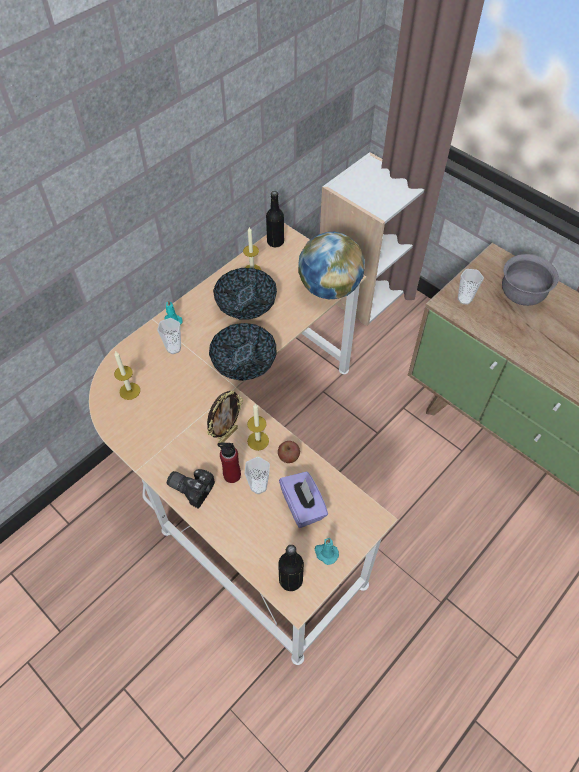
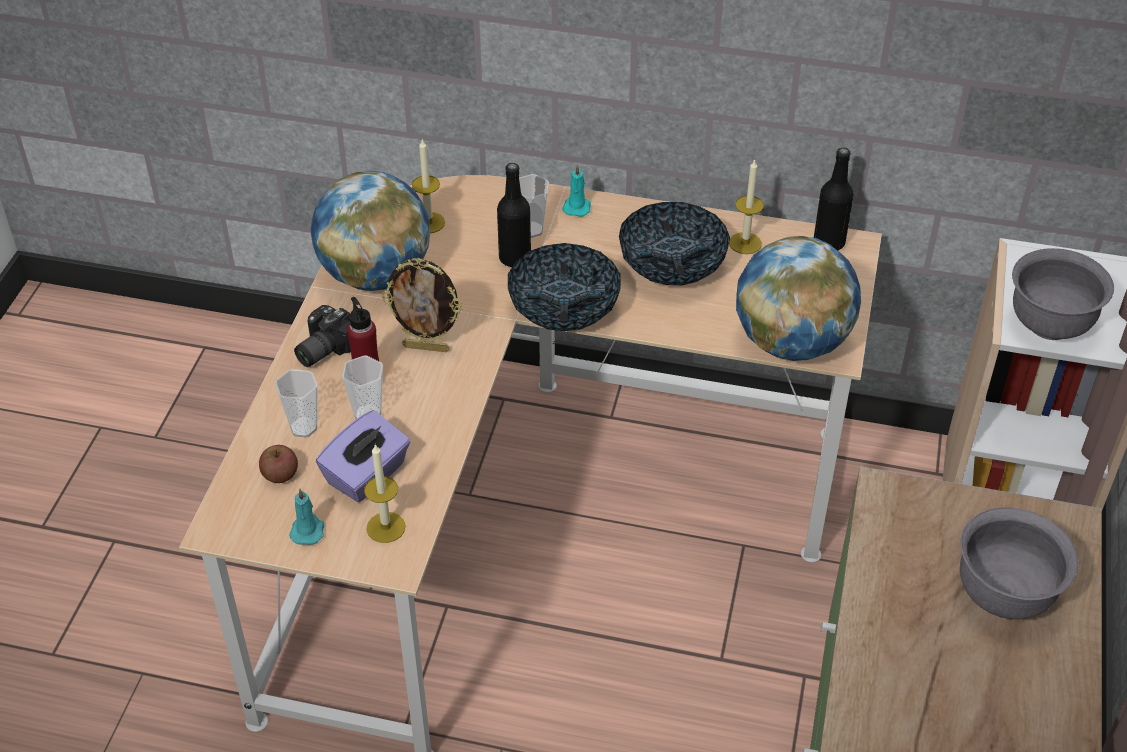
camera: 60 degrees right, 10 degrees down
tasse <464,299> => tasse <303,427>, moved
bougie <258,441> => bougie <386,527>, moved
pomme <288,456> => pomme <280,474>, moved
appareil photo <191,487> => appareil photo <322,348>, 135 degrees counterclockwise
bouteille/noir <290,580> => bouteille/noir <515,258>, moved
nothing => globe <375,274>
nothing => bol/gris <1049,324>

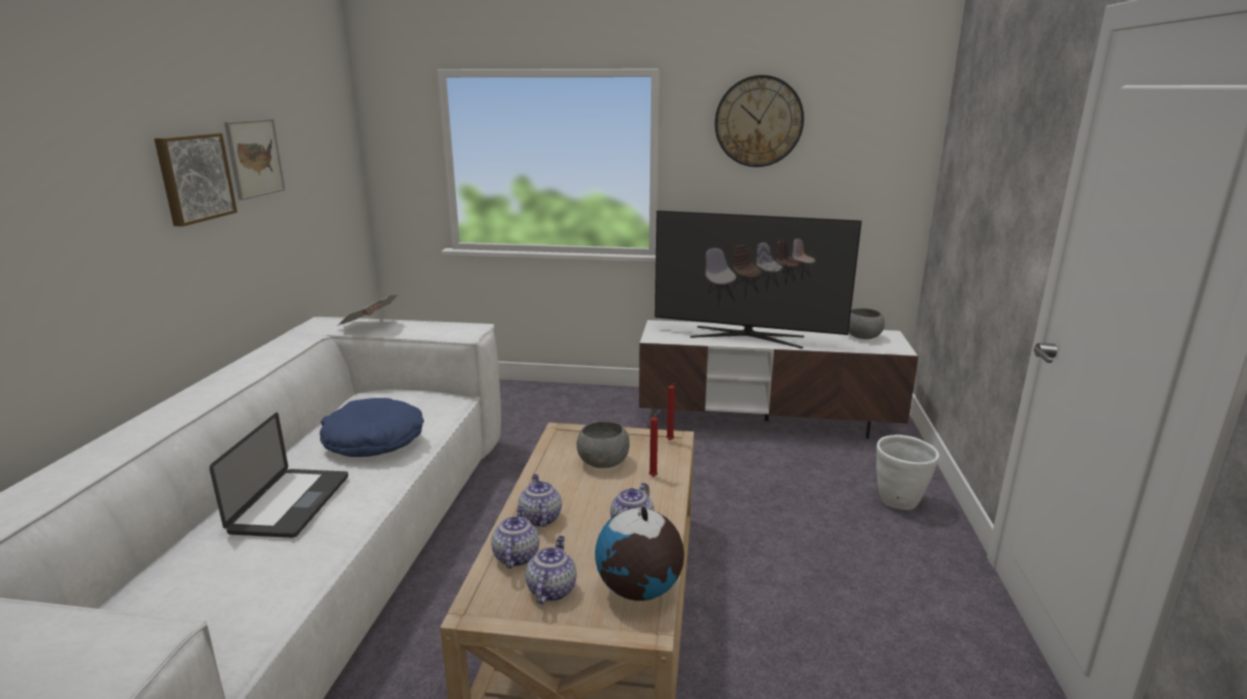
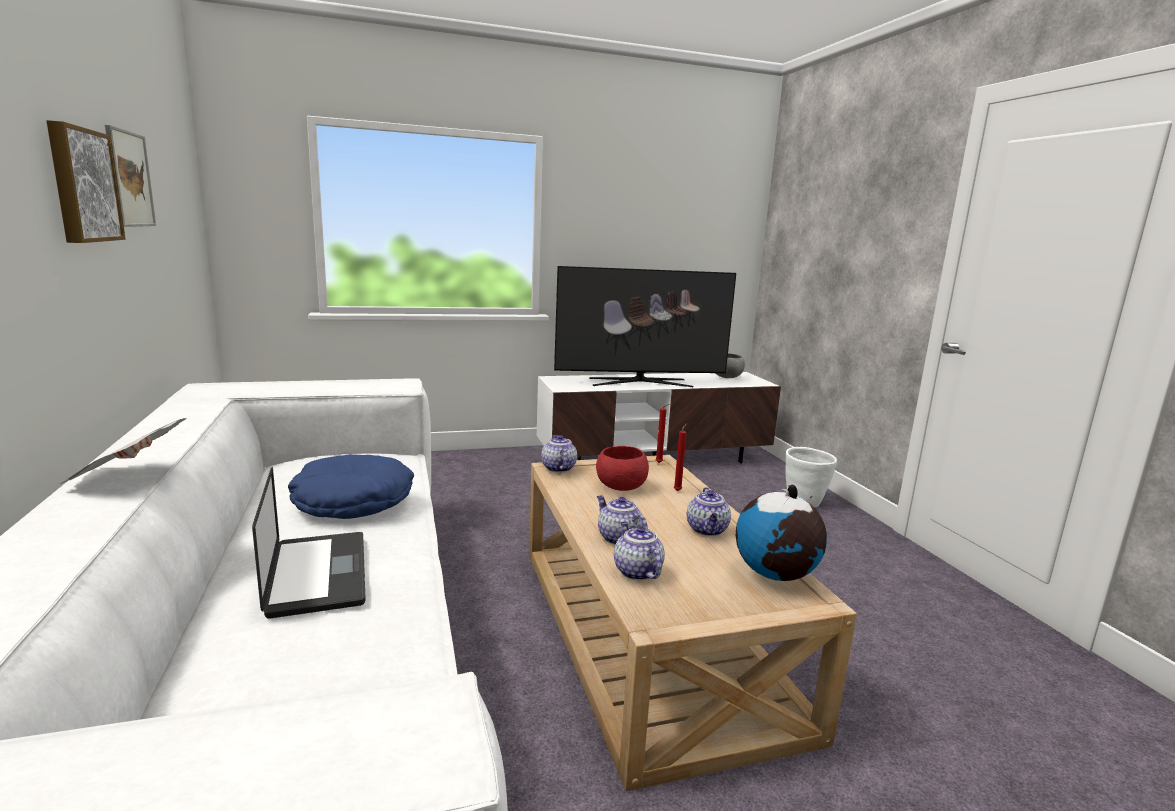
camera: 25 degrees left, 5 degrees down
horloge murale <758,121> => nothing
journal <369,326> => journal <129,477>, moved
bol/gris <603,462> => bol/rouge <621,486>
théière <551,589> => théière <558,468>, moved

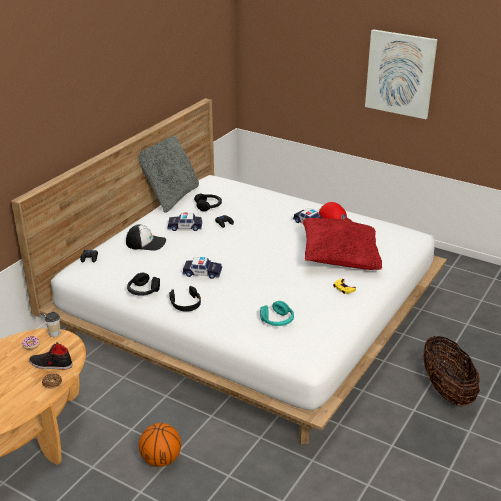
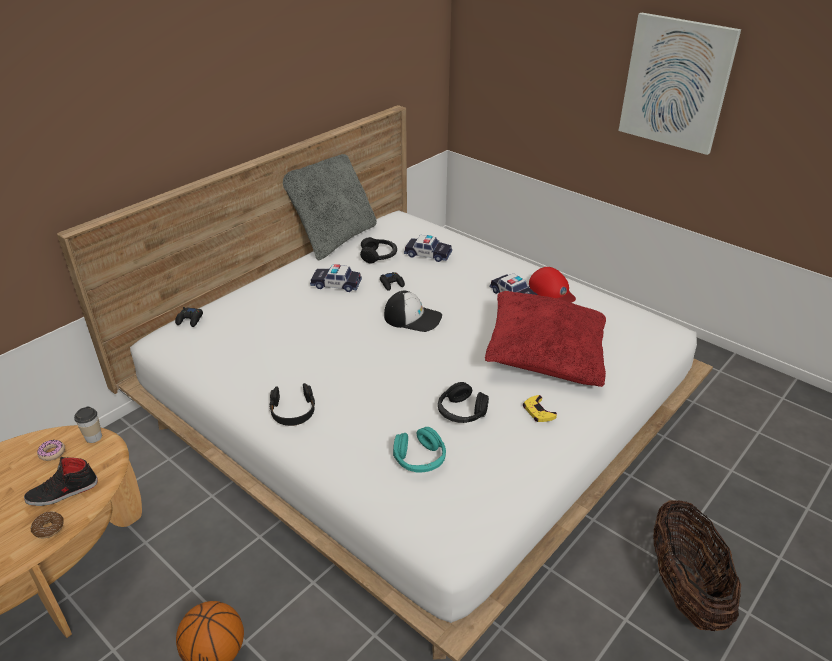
camera: 10 degrees right, 5 degrees up
casquette <146,242> => casquette <413,318>, moved
petite voiture <202,273> => petite voiture <428,254>, moved
casque audio/noir <143,291> => casque audio/noir <461,412>, moved
chaussure/noir <50,364> => chaussure/noir <62,492>, 45 degrees counterclockwise

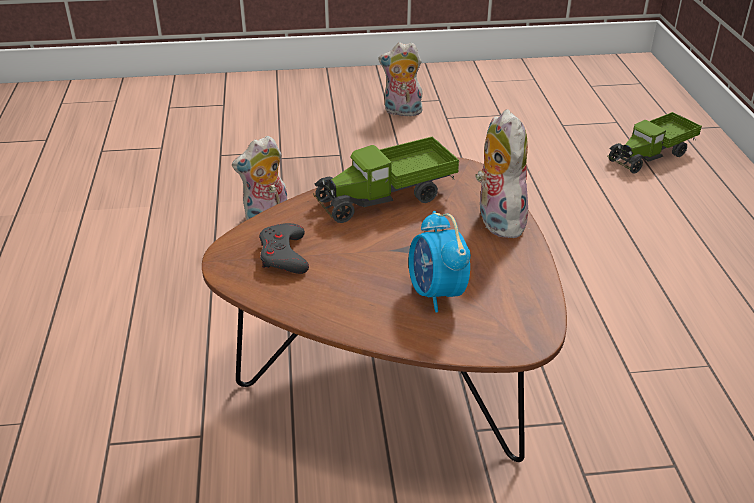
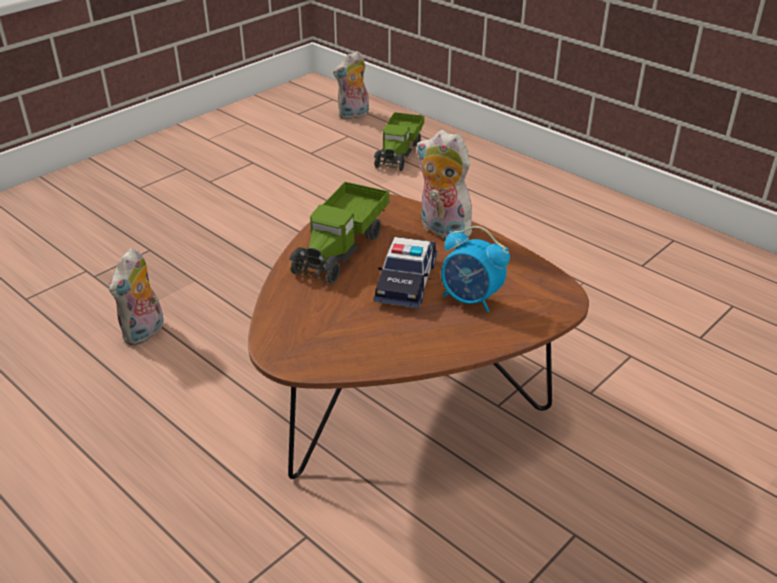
camera: 40 degrees left, 0 degrees up
peluche <401,112> => peluche <353,115>, moved
manette/gris <284,255> => nothing
nothing => petite voiture <406,281>

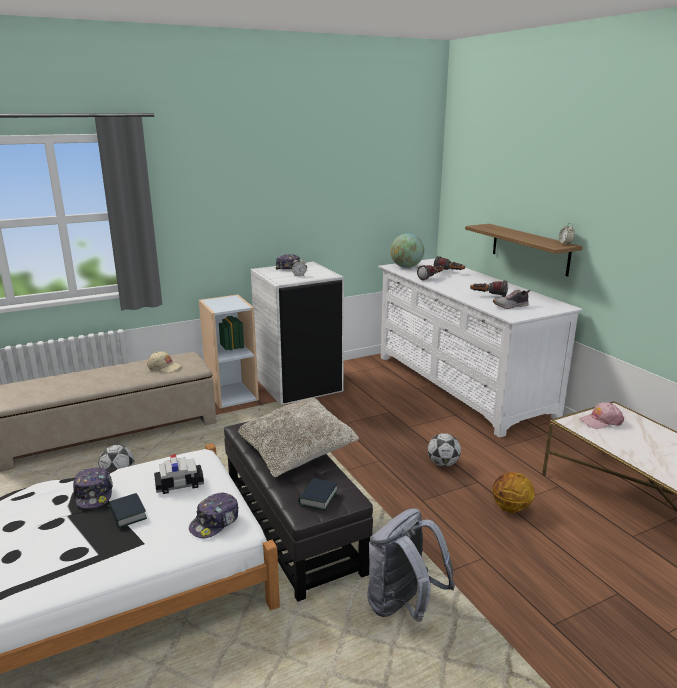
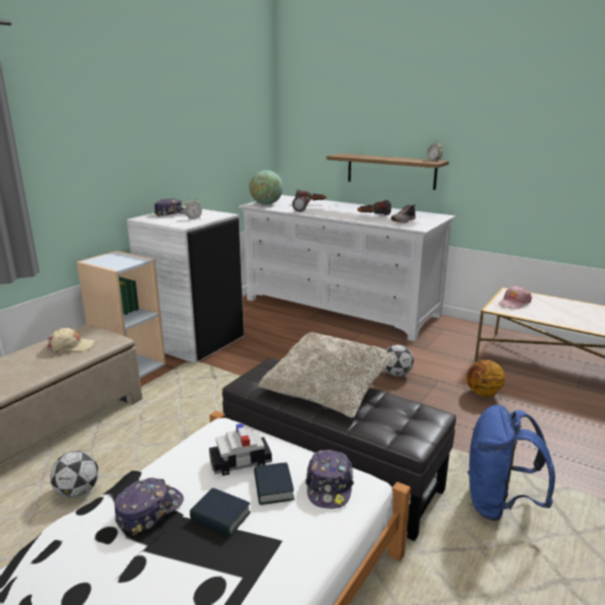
camera: 30 degrees left, 0 degrees up
petite voiture <180,484> => petite voiture <240,462>, 150 degrees counterclockwise
casquette <94,494> => casquette <149,510>, 90 degrees counterclockwise
livre <318,498> => livre <273,488>, moved
sac à dos/gris <403,606> => sac à dos/bleu <499,504>

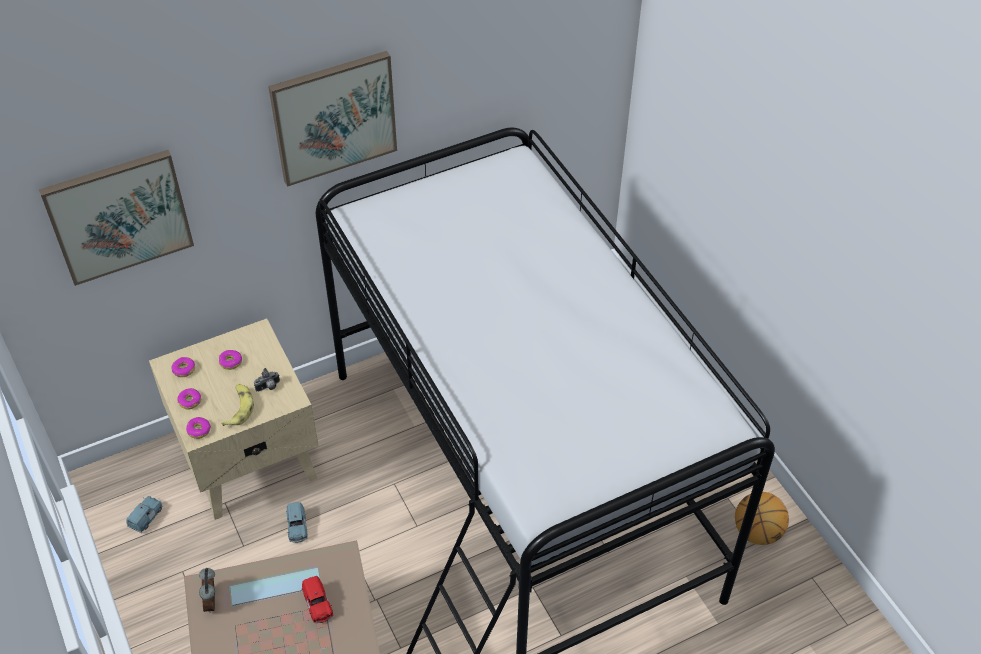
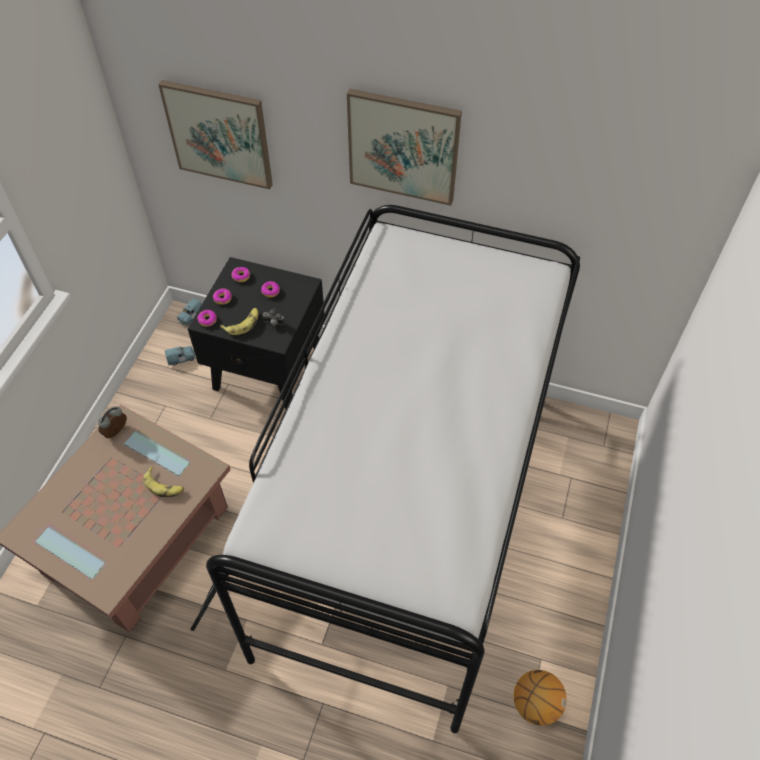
camera: 45 degrees right, 5 degrees up
table de chevet/beige <250,458> => table de chevet/noir <269,368>
petite voiture/bleu <297,527> => petite voiture/bleu <190,316>, moved
petite voiture/rouge <318,605> => banane <164,486>

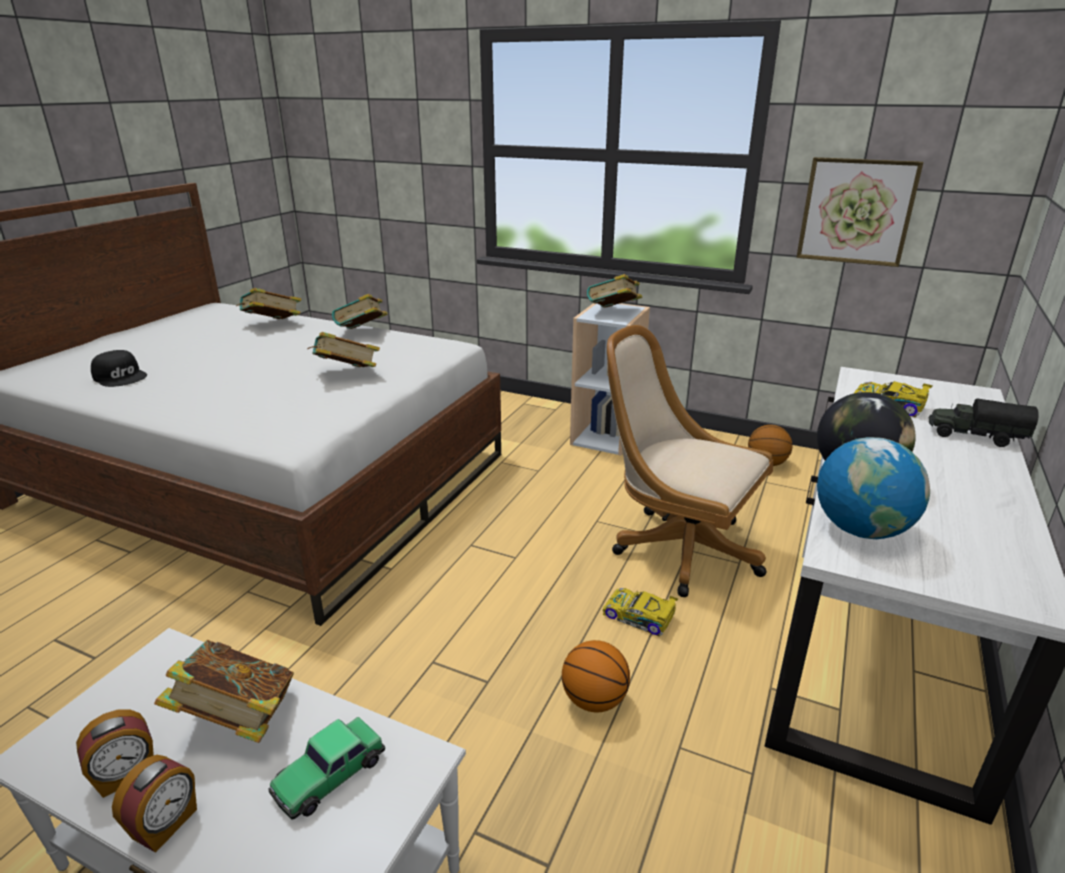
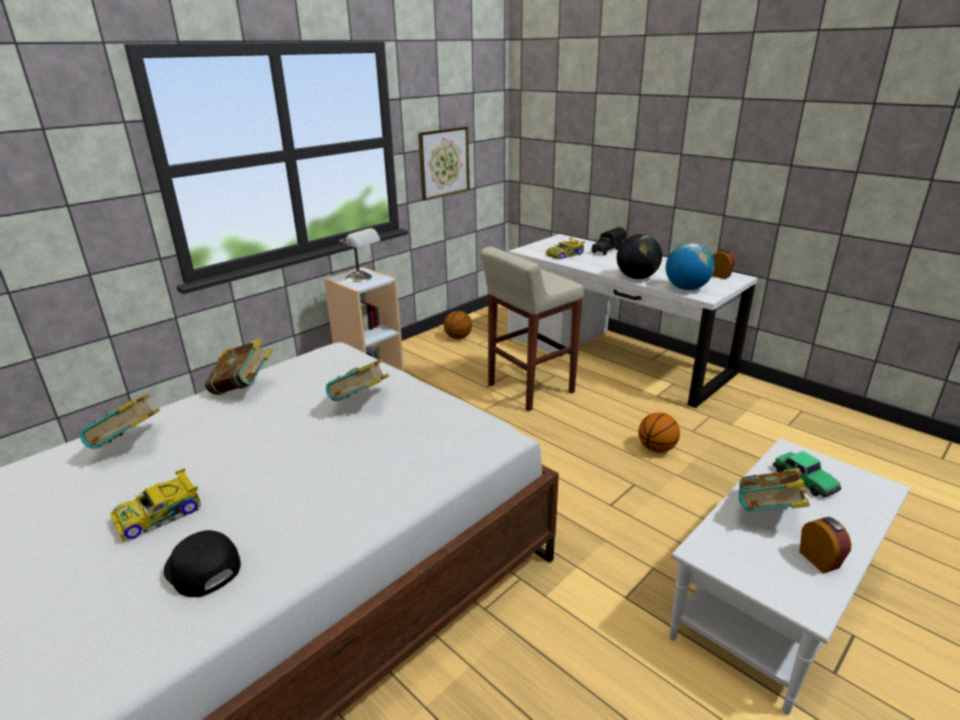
camera: 70 degrees left, 0 degrees up
livre <613,313> => lampe de table/blanc <363,278>
chaise de bureau <677,546> => tabouret/beige <529,389>
casquette/noir <121,376> => casquette/noir <201,568>, 105 degrees counterclockwise
petite voiture <640,617> => petite voiture <160,514>, moved
réveil <166,824> => réveil <720,275>, moved

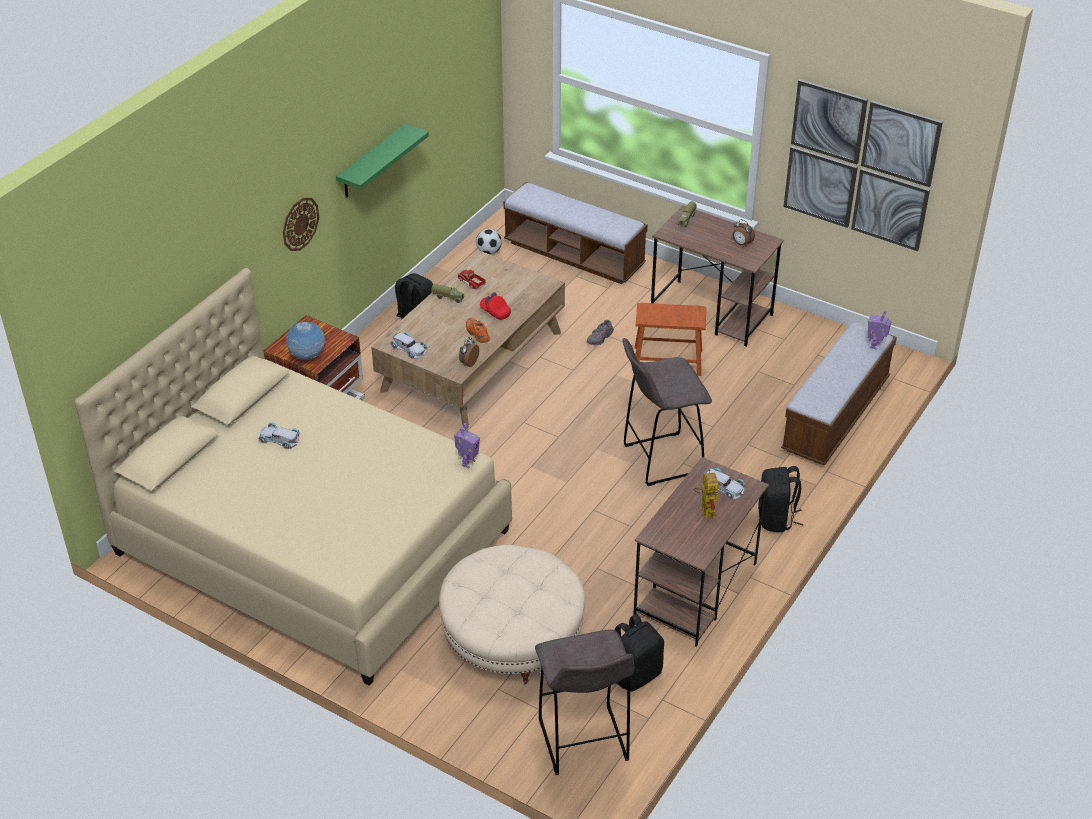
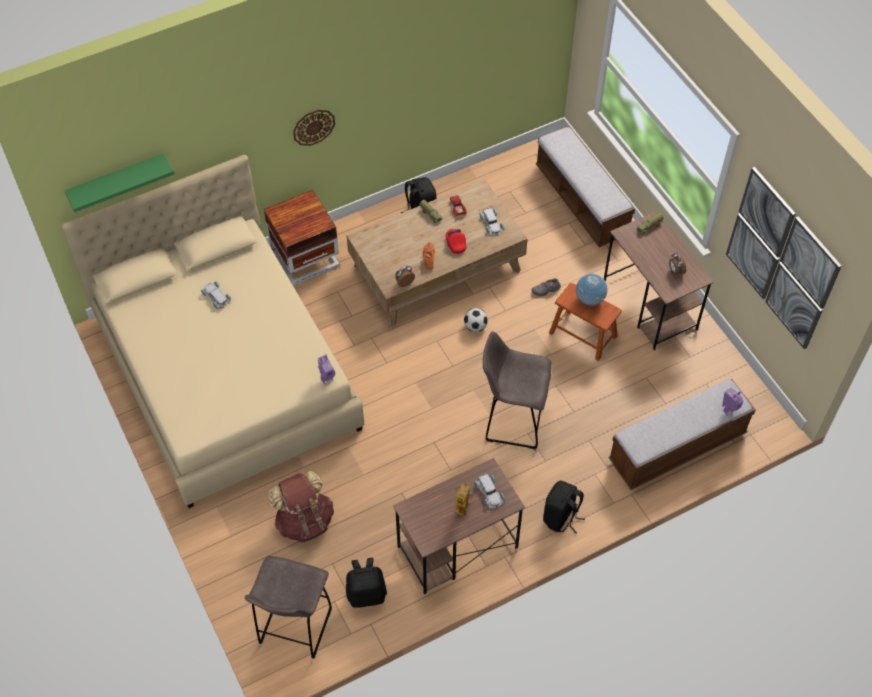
camera: 30 degrees right, 15 degrees up
étagère/vert <372,162> => étagère/vert <117,181>, moved
ballon de foot <489,252> => ballon de foot <475,326>, moved
globe <307,357> => globe <589,300>, moved
petite voiture/blanc <409,348> => petite voiture/blanc <491,224>, moved
pouf/beige <512,639> => sac à dos/marron <304,520>

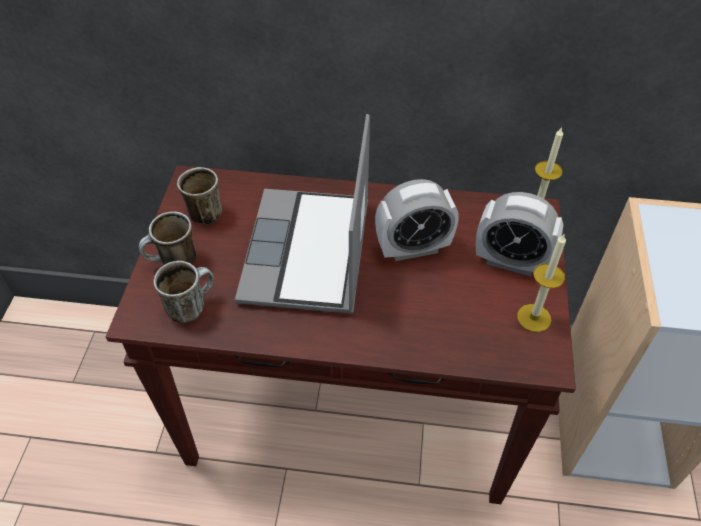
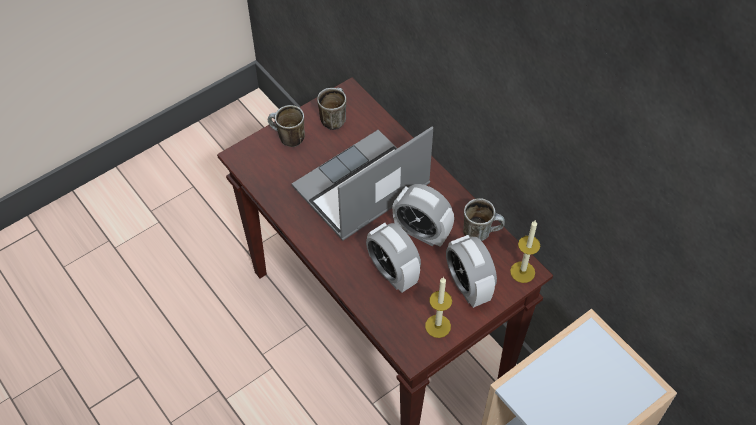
camera: 45 degrees right, 5 degrees up
mug <191,306> => mug <481,232>, moved
nothing => réveil <392,273>

